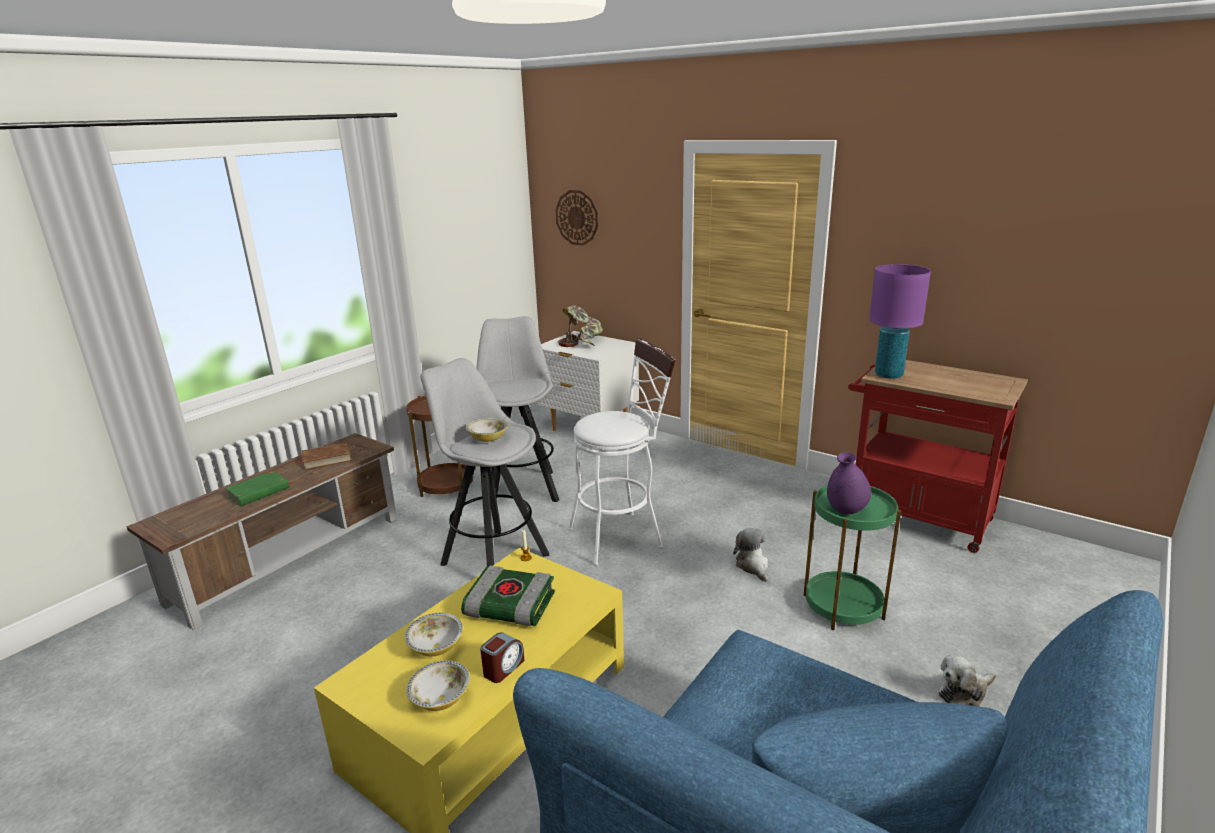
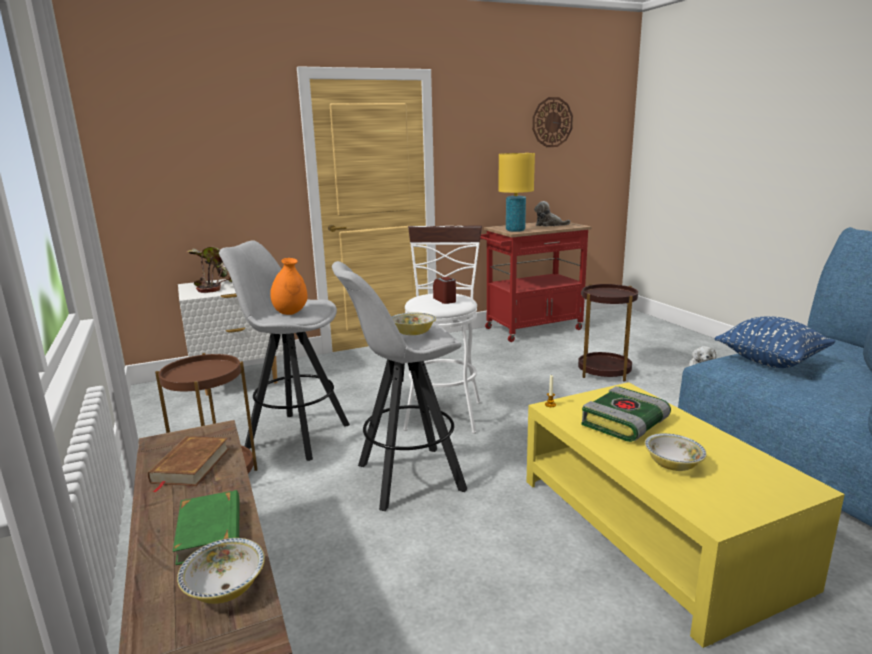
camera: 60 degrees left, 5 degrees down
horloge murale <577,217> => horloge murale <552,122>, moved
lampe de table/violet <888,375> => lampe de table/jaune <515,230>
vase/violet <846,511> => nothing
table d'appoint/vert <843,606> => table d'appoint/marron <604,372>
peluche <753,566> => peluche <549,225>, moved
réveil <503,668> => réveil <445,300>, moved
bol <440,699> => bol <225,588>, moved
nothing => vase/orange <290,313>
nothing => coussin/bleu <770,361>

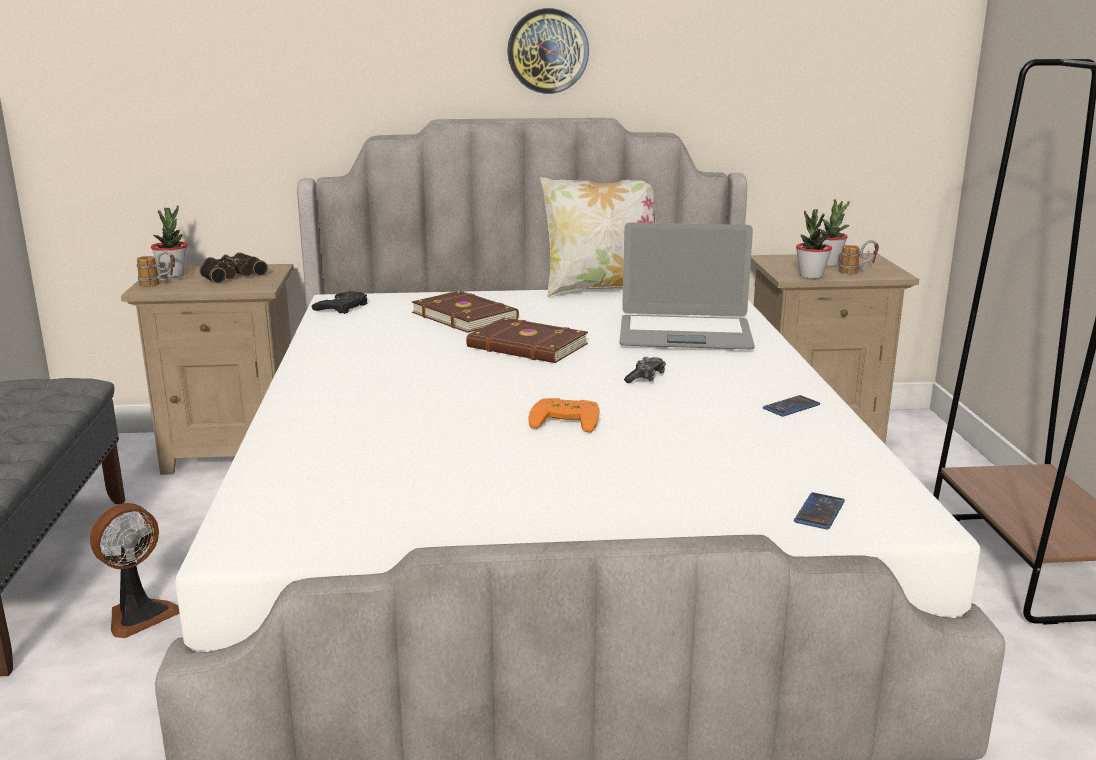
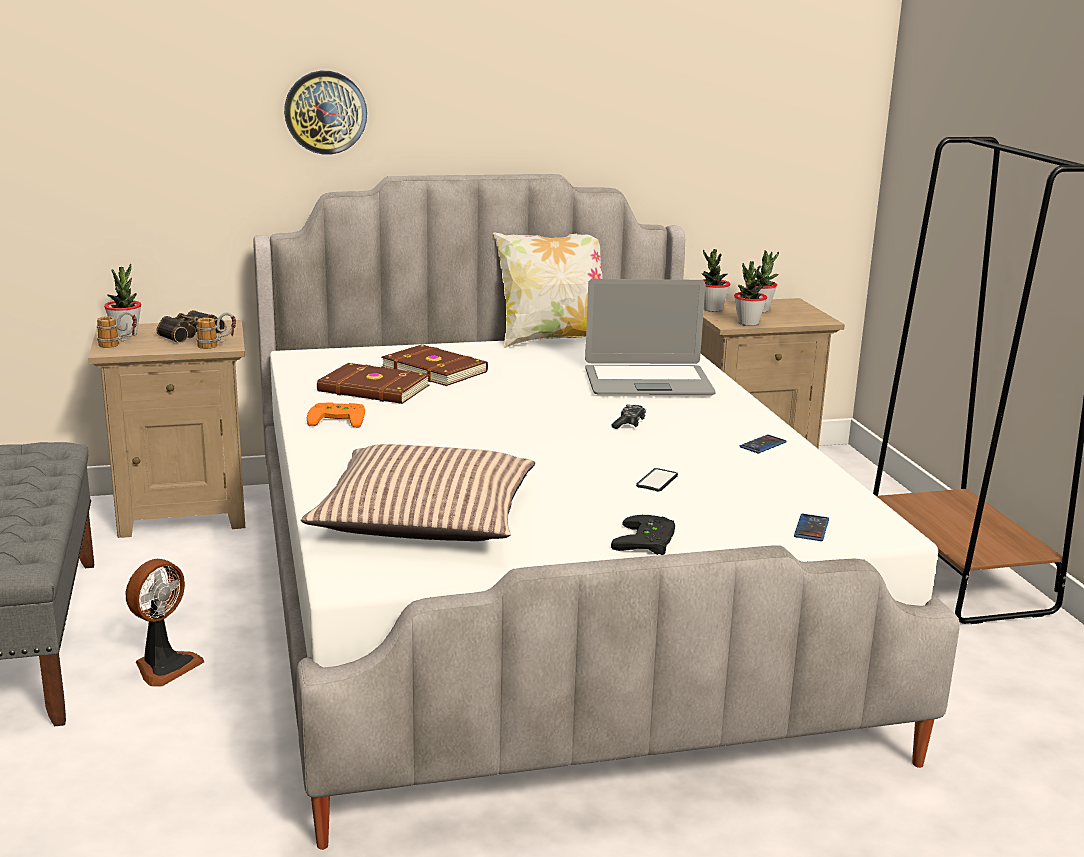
camera: 10 degrees left, 0 degrees up
horloge murale <548,51> => horloge murale <325,112>, moved
mug <857,272> => mug <217,345>, moved
manette/noir <344,307> => manette/noir <649,542>, moved
livre/marron <527,347> => livre/marron <373,389>, moved
manette/orange <566,419> => manette/orange <338,419>, moved
nothing => plante en pot <712,309>
nothing => coussin <425,518>
nothing => téléphone <657,481>

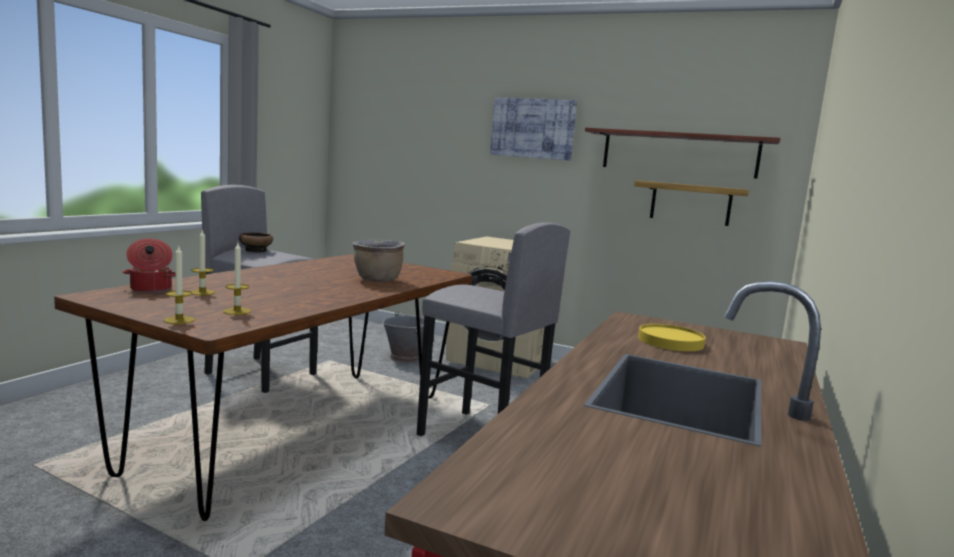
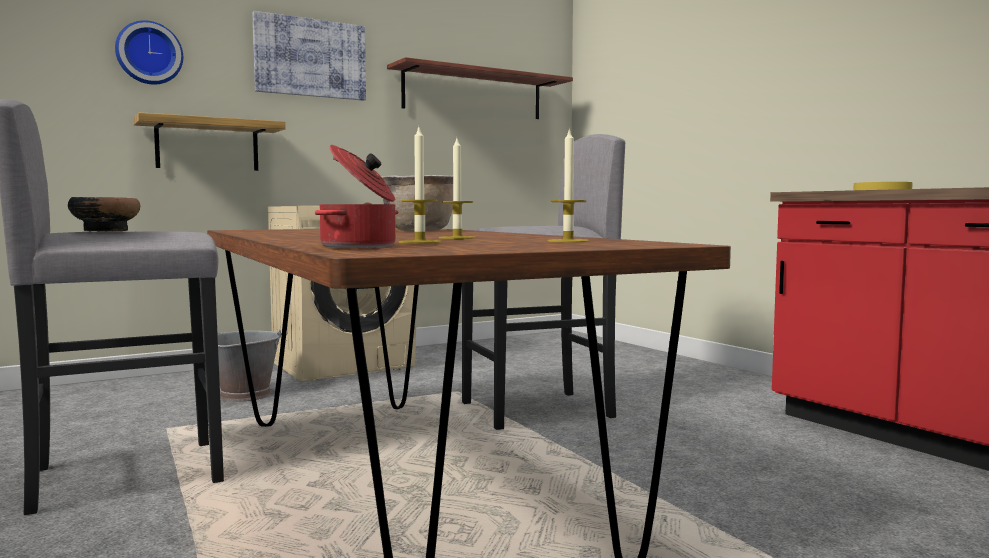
camera: 55 degrees left, 5 degrees down
étagère <690,203> => étagère <207,145>, moved
bougie <179,320> => bougie <457,238>, moved
nothing => horloge murale <149,53>

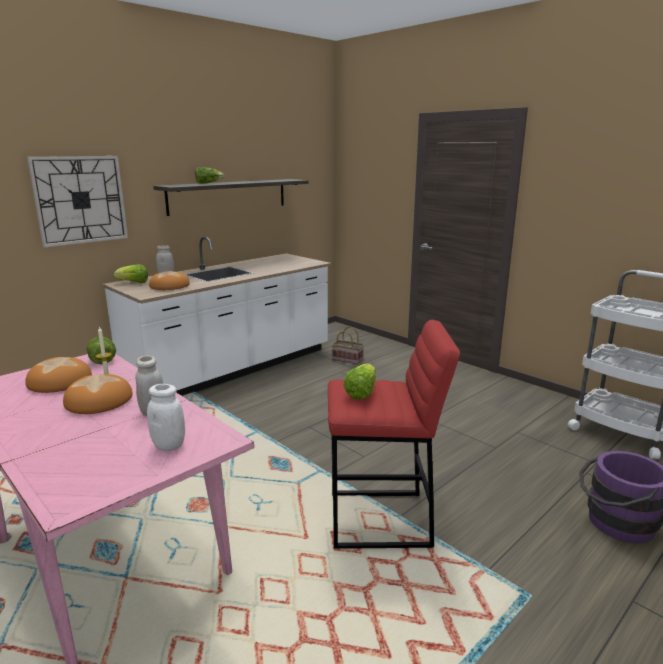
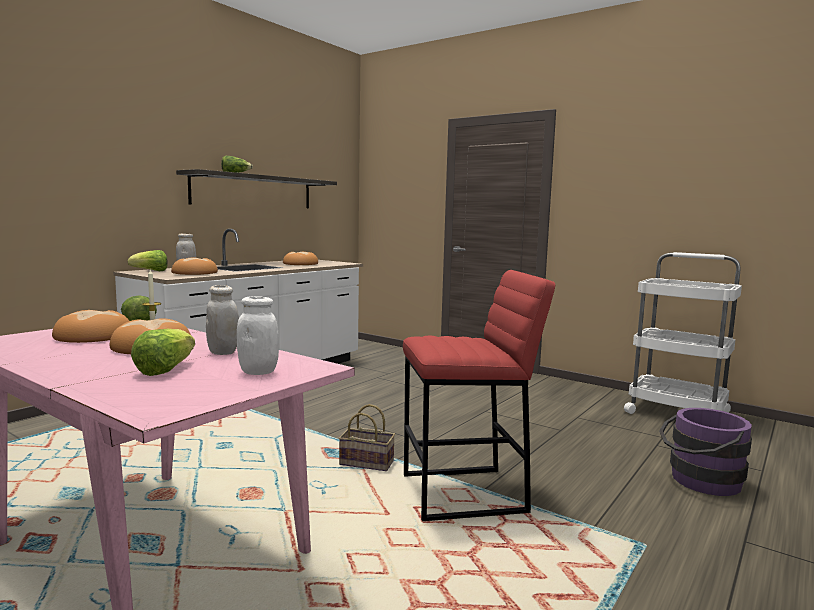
camera: 10 degrees left, 10 degrees down
horloge murale <80,200> => nothing
panier <348,359> => panier <368,463>, moved
laitue <361,392> => laitue <165,370>, moved
nothing => pain <300,264>

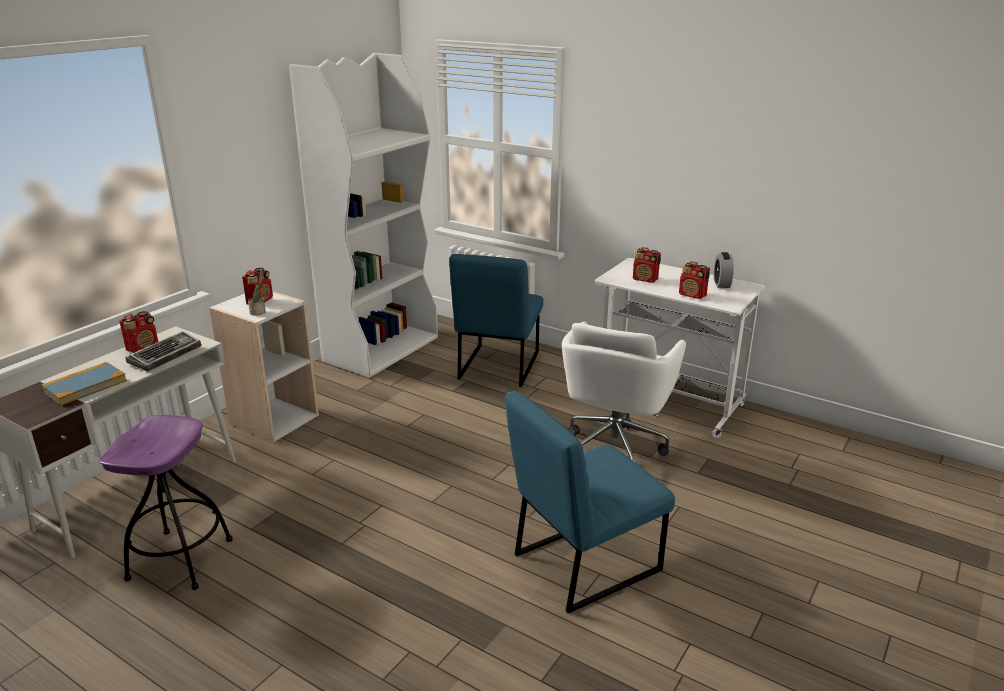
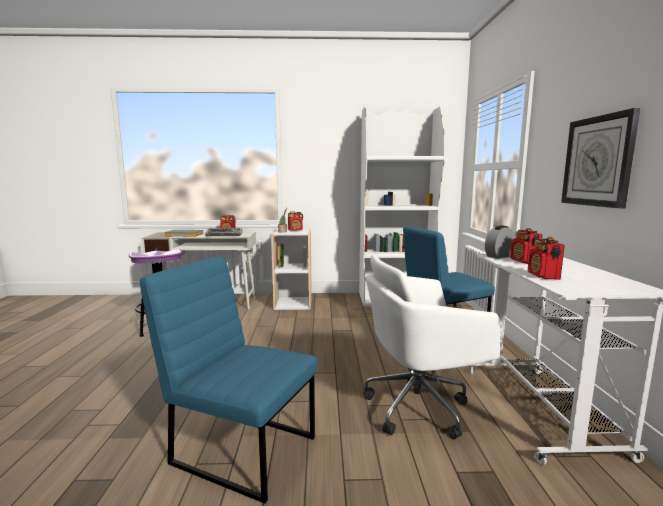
camera: 55 degrees right, 15 degrees down
réveil <721,283> => réveil <499,256>, moved
nothing => horloge murale <598,161>

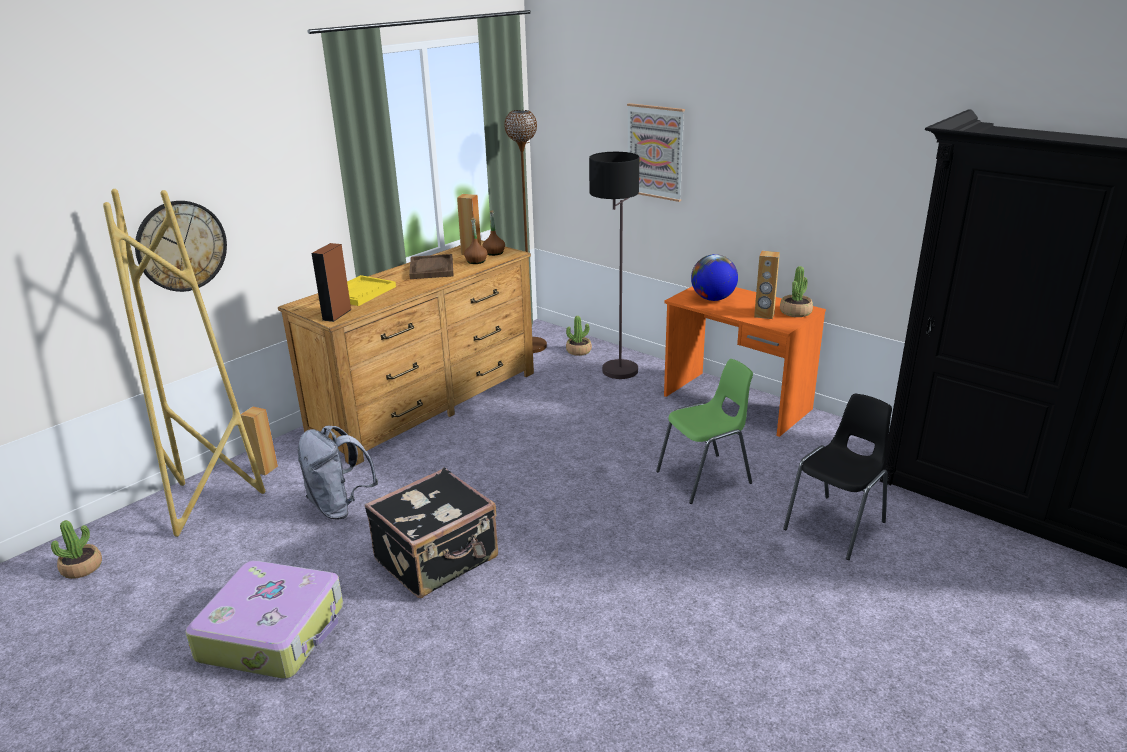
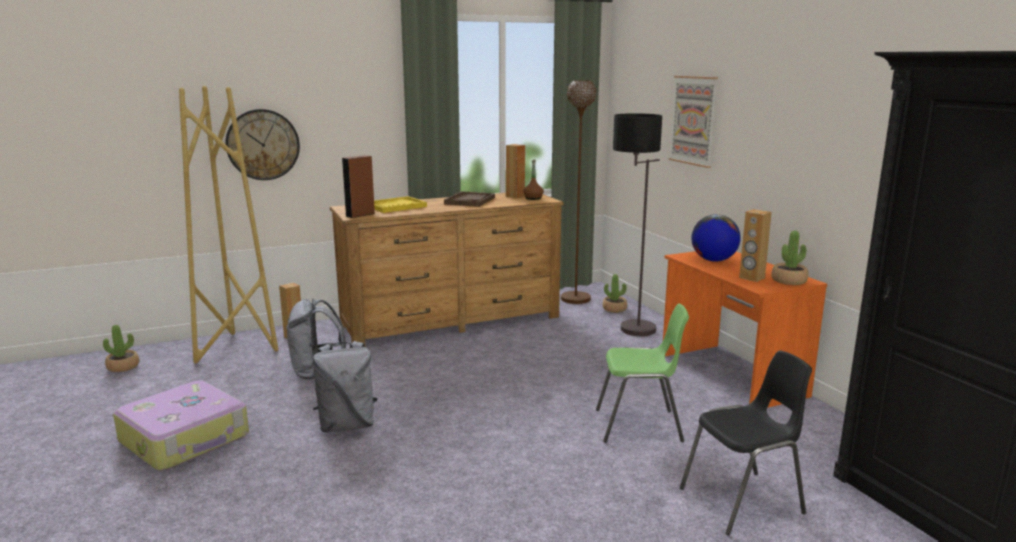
camera: 25 degrees right, 10 degrees down
bouteille/marron <476,261> => nothing
valise/noir <438,559> => sac à dos/gris <347,425>

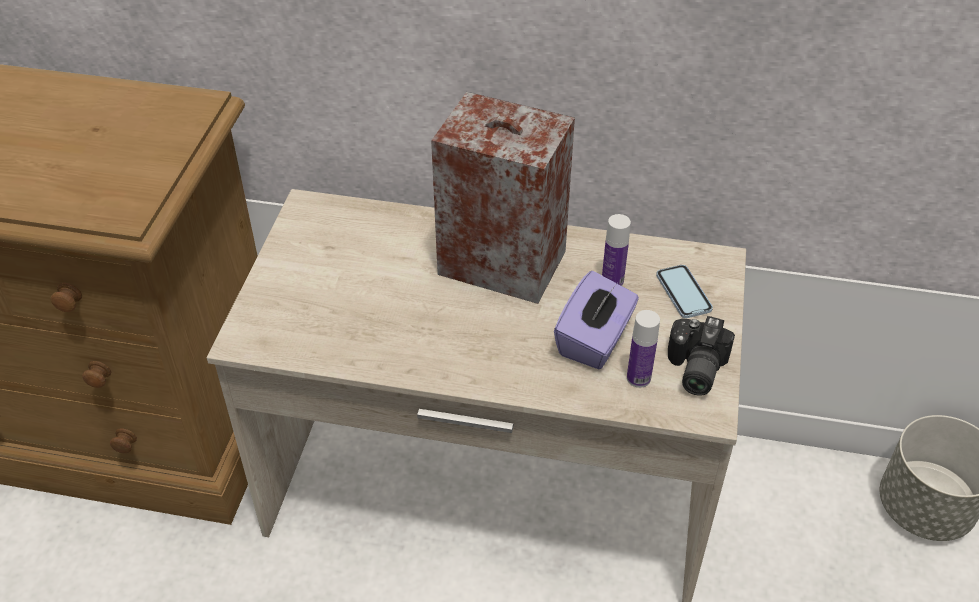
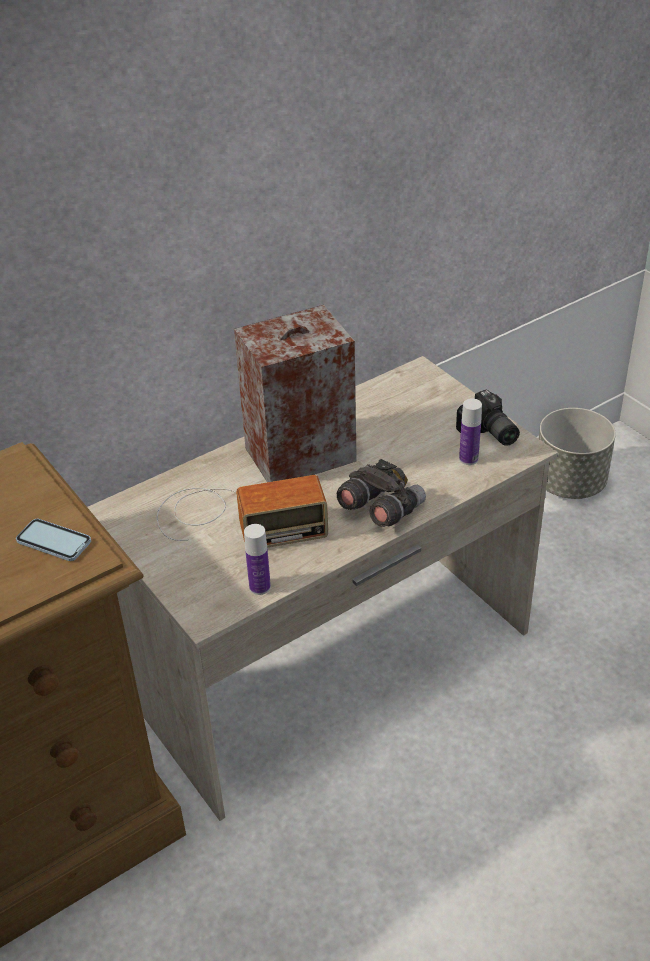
camera: 45 degrees left, 5 degrees down
bouteille <612,281> => bouteille <260,587>, moved
téléphone <683,293> => téléphone <54,542>, moved
boîte à mouchoirs/violet <594,340> => nothing
nothing => jumelles/gris <380,510>
nothing => radio <235,518>

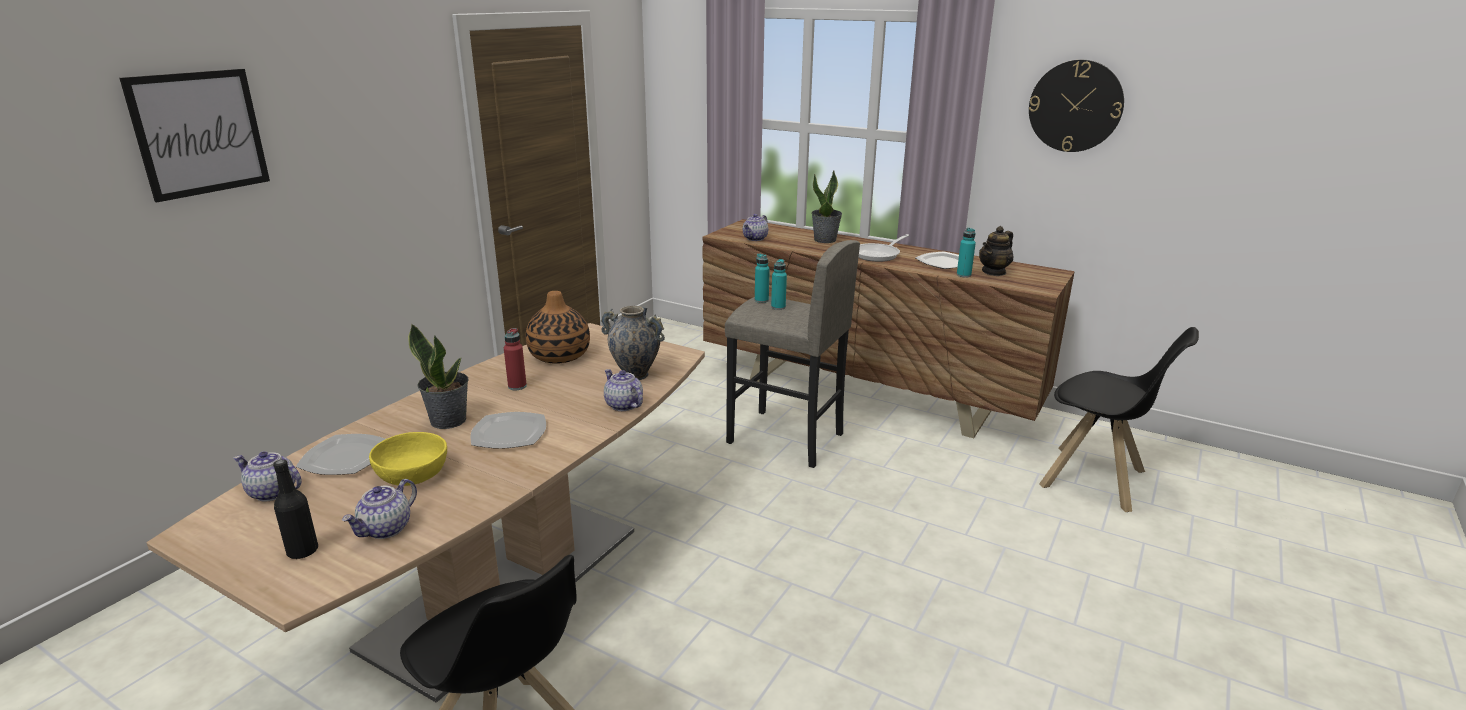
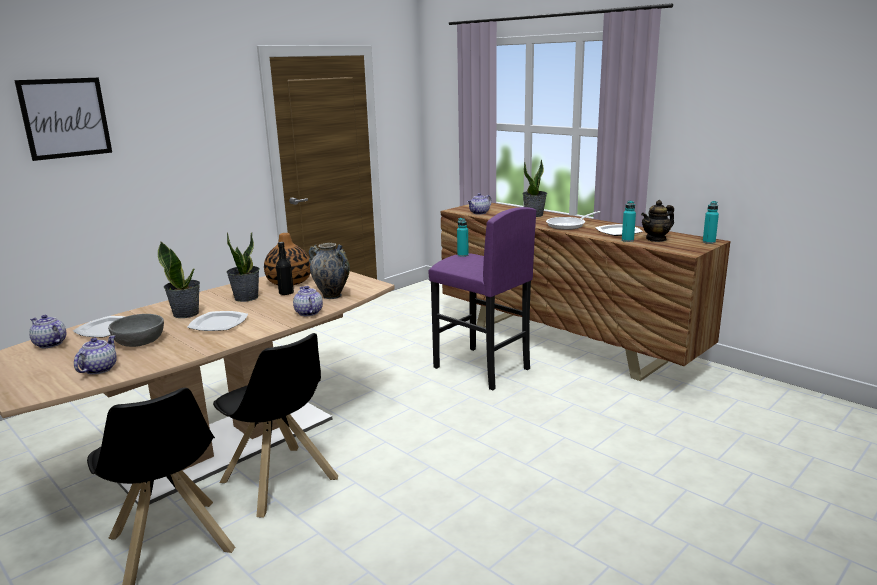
camera: 15 degrees right, 5 degrees down
horloge murale <1075,106> => nothing
tabouret/gris <785,439> => tabouret/violet <481,368>
bouteille/turquoise <778,307> => bouteille/turquoise <709,242>, moved
chaise/noir <1096,479> => chaise/noir <280,481>, moved
bouteille/rouge <517,386> => plante en pot <246,297>
bol/jaune <413,474> => bol/gris <140,341>
bouteille/noir <302,551> => bouteille/noir <286,293>, moved
théière <386,529> => théière <99,369>, 150 degrees clockwise

